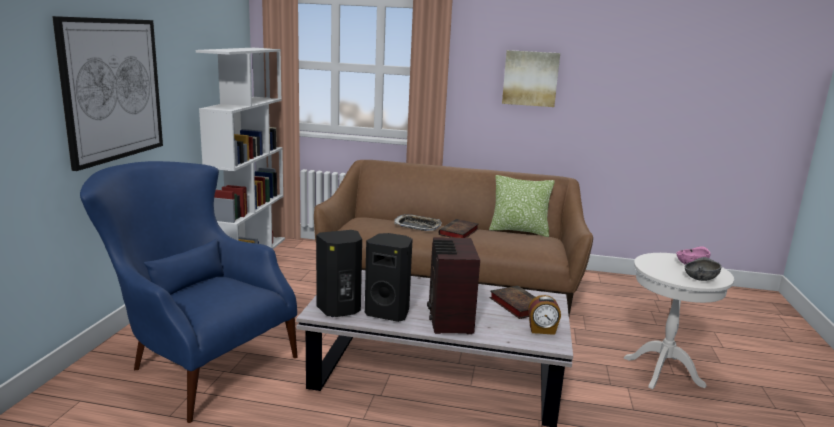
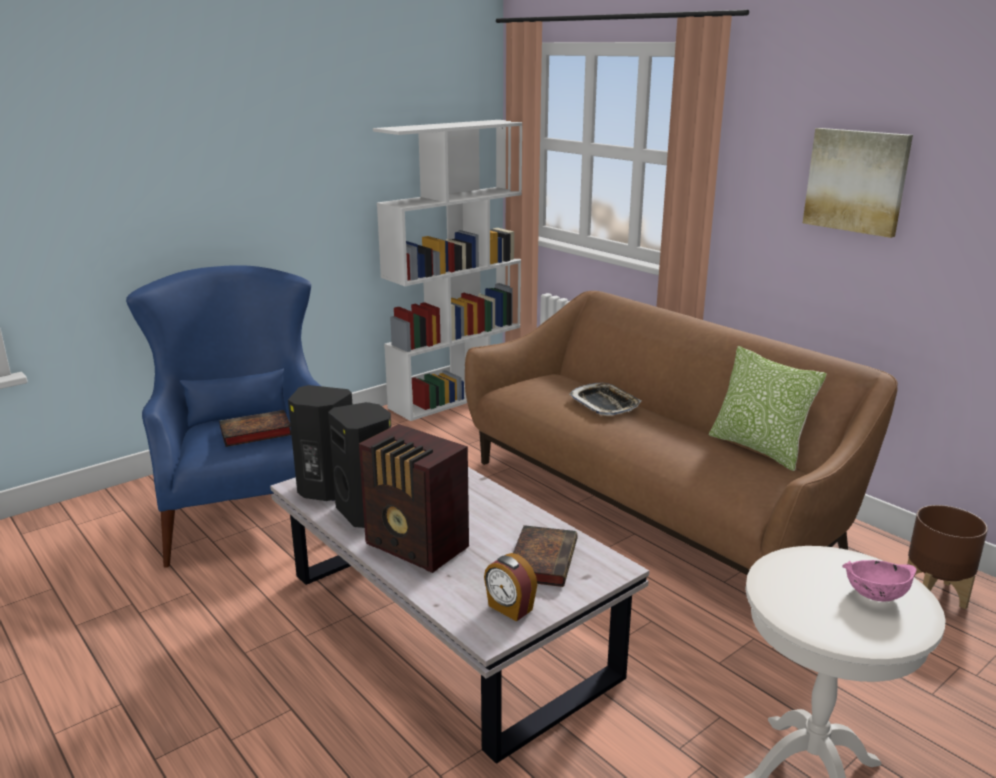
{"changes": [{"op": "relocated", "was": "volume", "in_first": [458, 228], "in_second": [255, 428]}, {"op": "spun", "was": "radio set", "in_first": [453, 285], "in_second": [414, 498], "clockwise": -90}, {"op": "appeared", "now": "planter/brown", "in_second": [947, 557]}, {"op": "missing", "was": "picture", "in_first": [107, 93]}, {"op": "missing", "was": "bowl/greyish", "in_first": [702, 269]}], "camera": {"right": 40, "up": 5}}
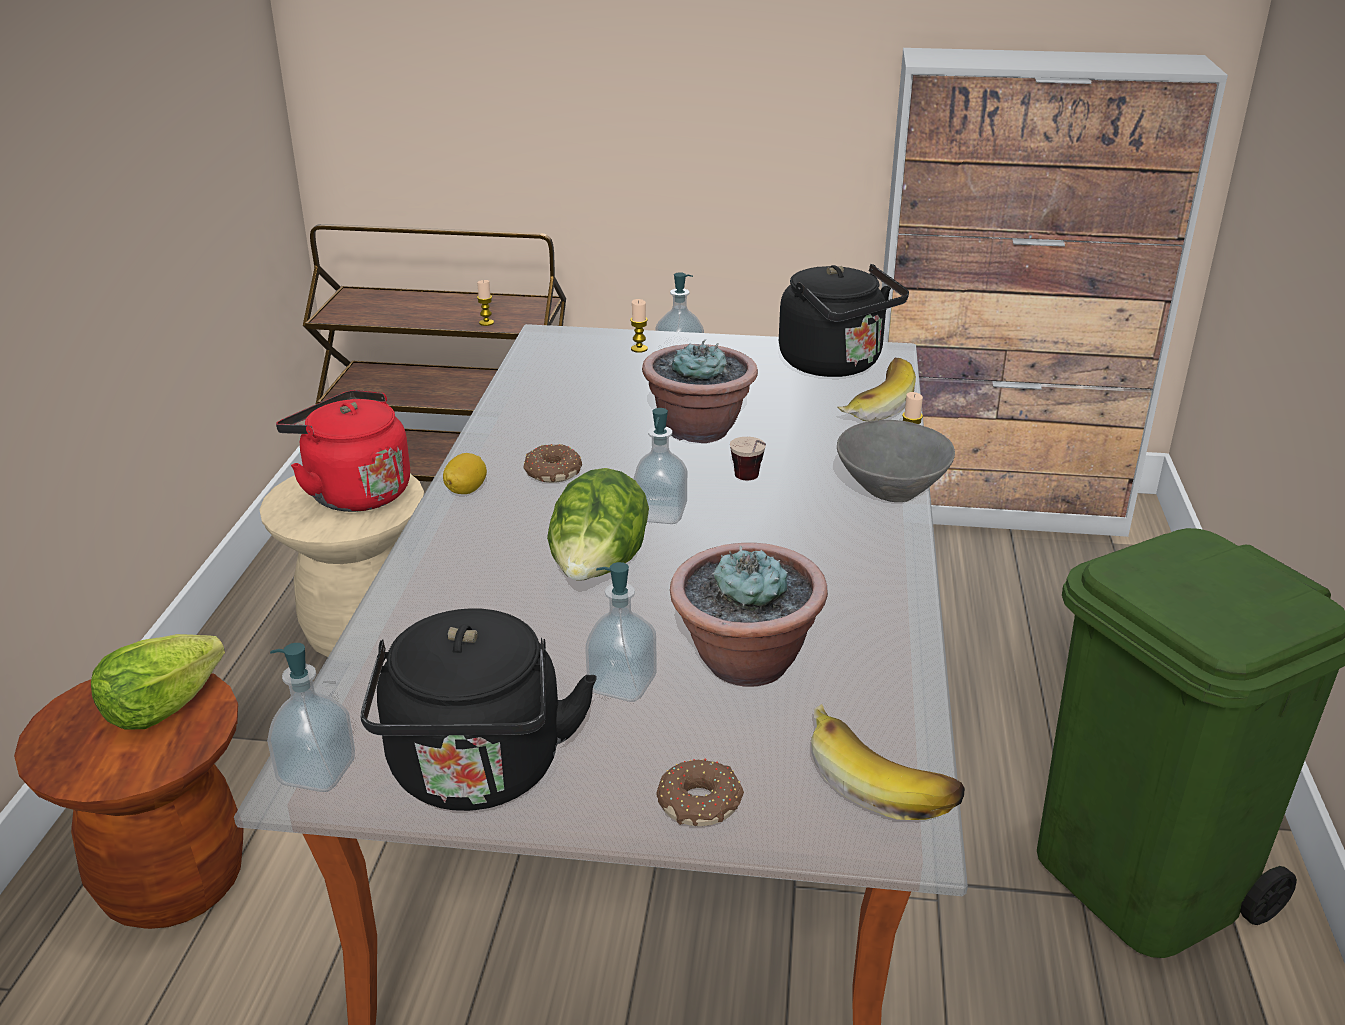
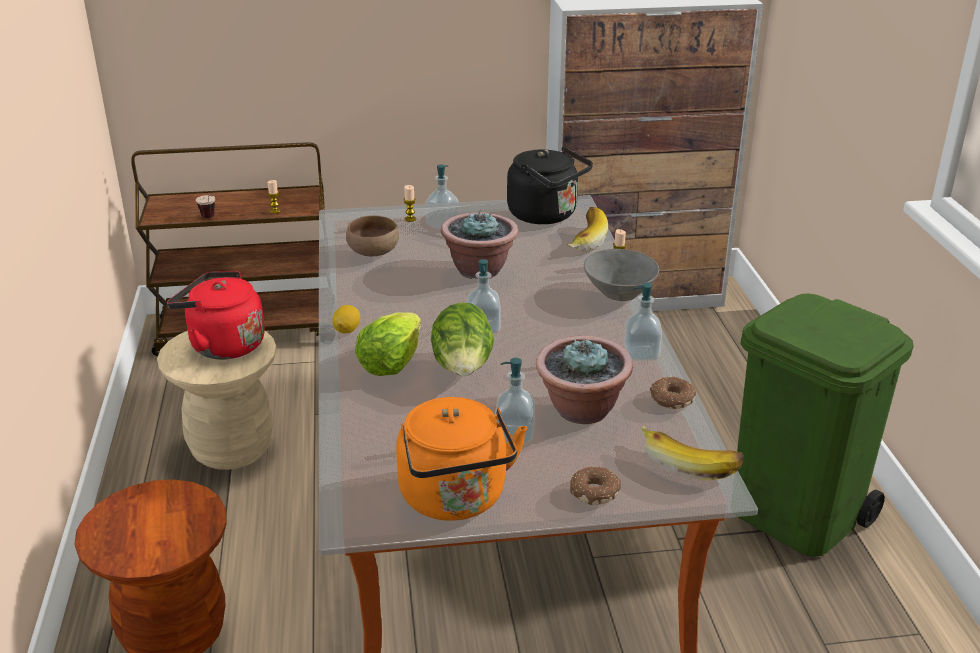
{"changes": [{"op": "relocated", "was": "drinking cup", "in_first": [748, 458], "in_second": [205, 206]}, {"op": "appeared", "now": "bowl/brown", "in_second": [372, 235]}, {"op": "relocated", "was": "lettuce head", "in_first": [158, 682], "in_second": [388, 344]}, {"op": "colour", "was": "kettle/black-coloured", "now": "kettle/orange", "in_first": [479, 709], "in_second": [461, 459]}, {"op": "relocated", "was": "soap dispenser", "in_first": [311, 717], "in_second": [643, 322]}, {"op": "relocated", "was": "donut", "in_first": [552, 463], "in_second": [673, 392]}], "camera": {"right": -15, "up": 0}}
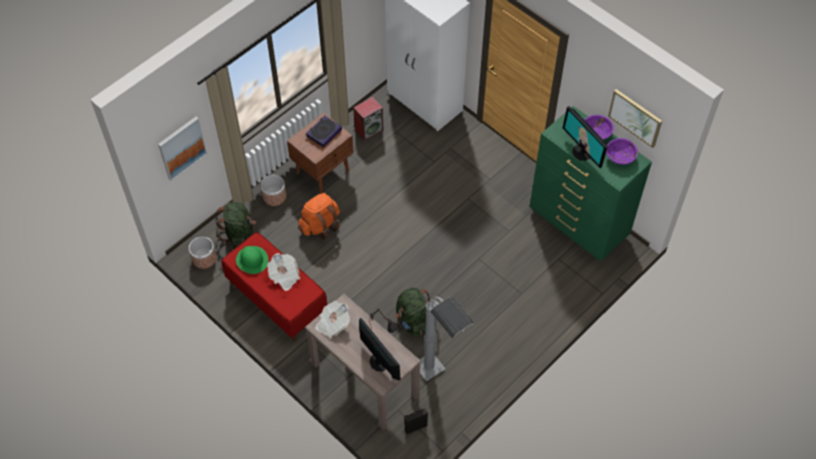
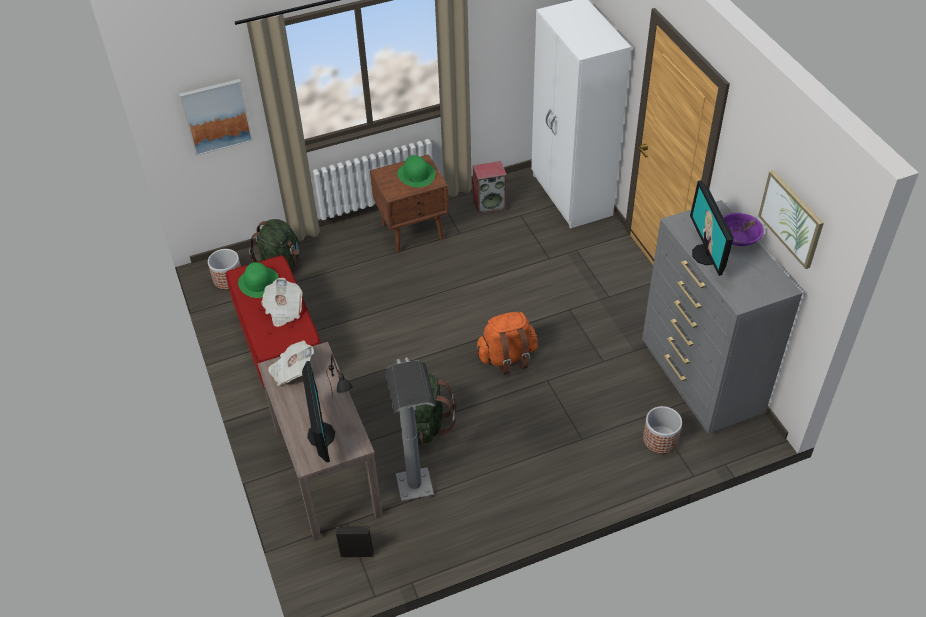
{"changes": [{"op": "exchanged", "was": "volume", "now": "hat/greenish", "in_first": [324, 132], "in_second": [416, 171]}, {"op": "relocated", "was": "backpack/orange", "in_first": [319, 216], "in_second": [507, 343]}, {"op": "colour", "was": "dresser/greenish", "now": "dresser/greyish", "in_first": [591, 183], "in_second": [722, 316]}, {"op": "relocated", "was": "planter", "in_first": [273, 190], "in_second": [662, 430]}, {"op": "missing", "was": "bowl/purple", "in_first": [622, 151]}], "camera": {"right": 25, "up": -10}}
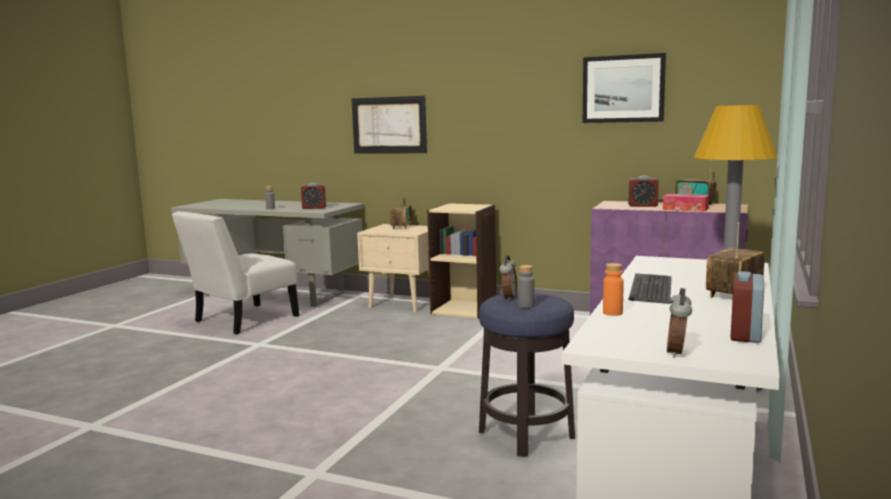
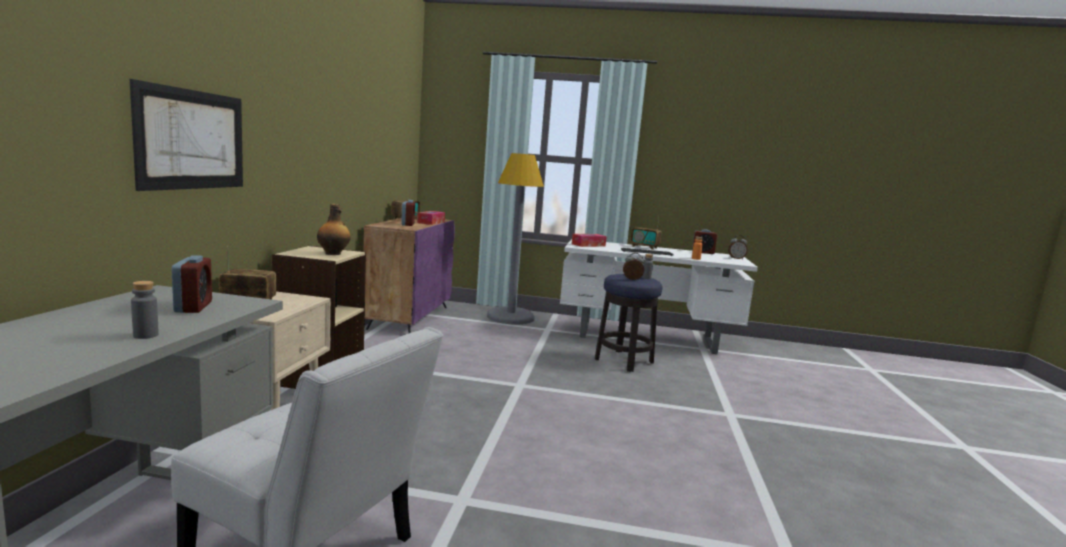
{"changes": [{"op": "appeared", "now": "beverage bottle", "in_second": [334, 229]}, {"op": "appeared", "now": "tissue holder", "in_second": [589, 240]}, {"op": "missing", "was": "picture", "in_first": [624, 88]}], "camera": {"right": -105, "up": 0}}
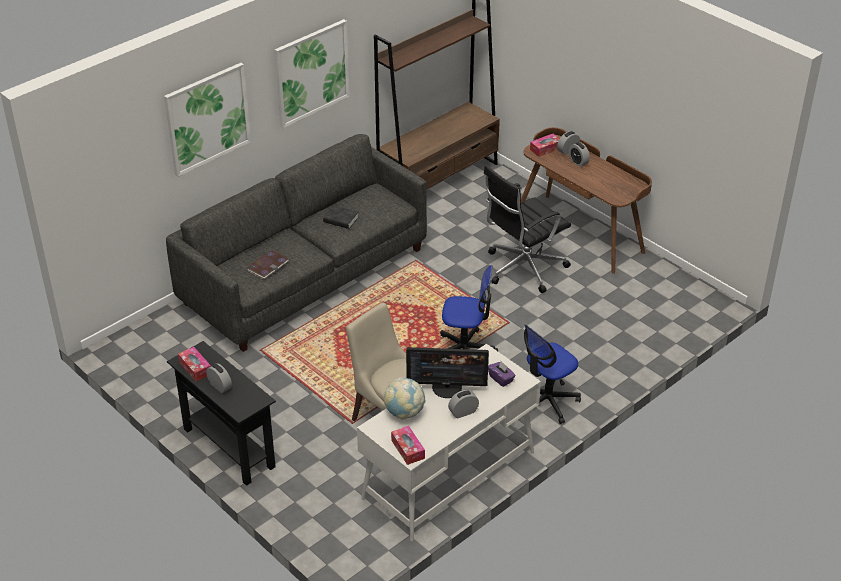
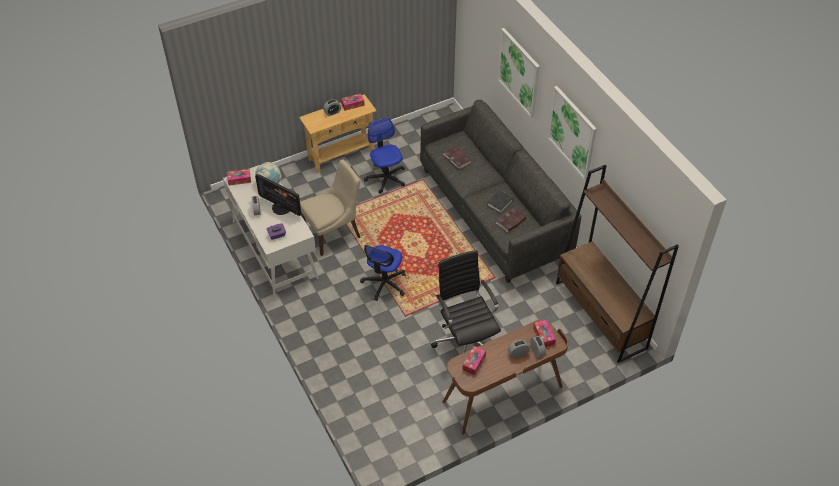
{"changes": [{"op": "spun", "was": "computer display", "in_first": [447, 372], "in_second": [278, 195], "clockwise": -75}, {"op": "colour", "was": "narrow table/black-coloured", "now": "narrow table/sand-coloured", "in_first": [221, 413], "in_second": [338, 133]}, {"op": "relocated", "was": "computer chair", "in_first": [552, 374], "in_second": [384, 155]}, {"op": "appeared", "now": "tissue holder", "in_second": [474, 360]}, {"op": "appeared", "now": "volume", "in_second": [511, 220]}], "camera": {"right": 105, "up": 10}}
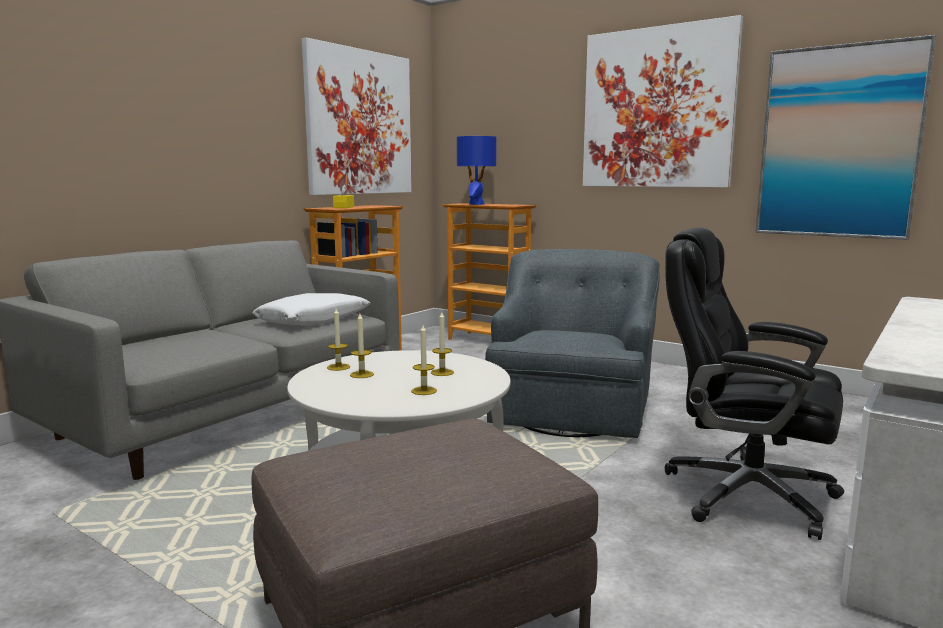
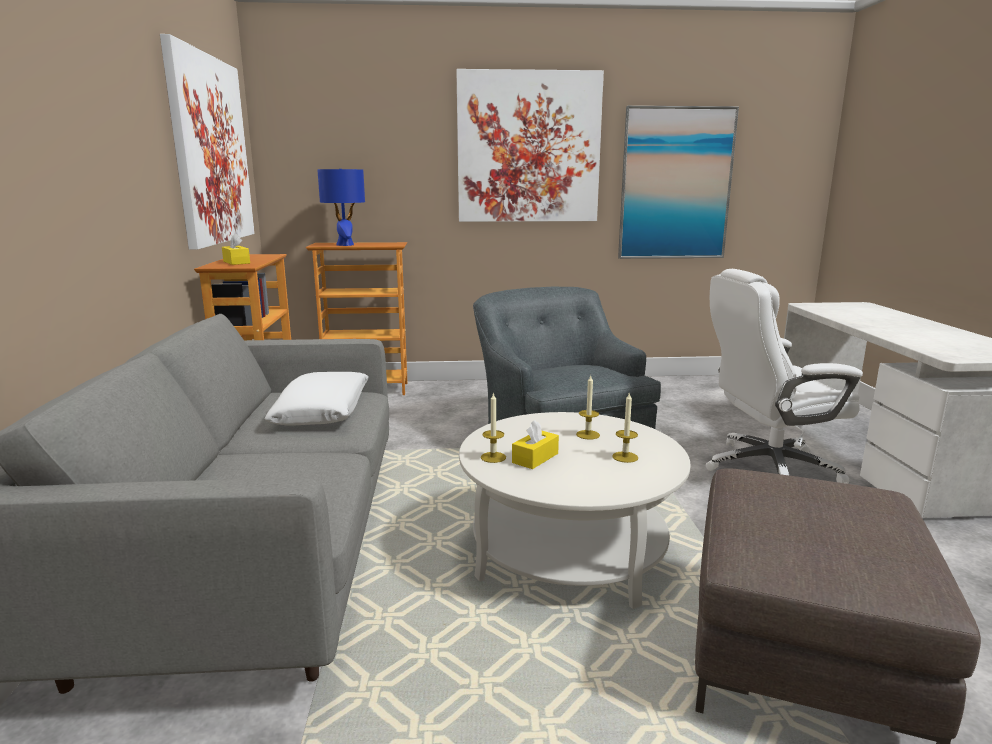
{"changes": [{"op": "exchanged", "was": "wax light", "now": "tissue holder/yellowish", "in_first": [362, 346], "in_second": [535, 444]}, {"op": "colour", "was": "computer chair/black-coloured", "now": "computer chair/white-coloured", "in_first": [754, 384], "in_second": [784, 376]}], "camera": {"right": -40, "up": 5}}
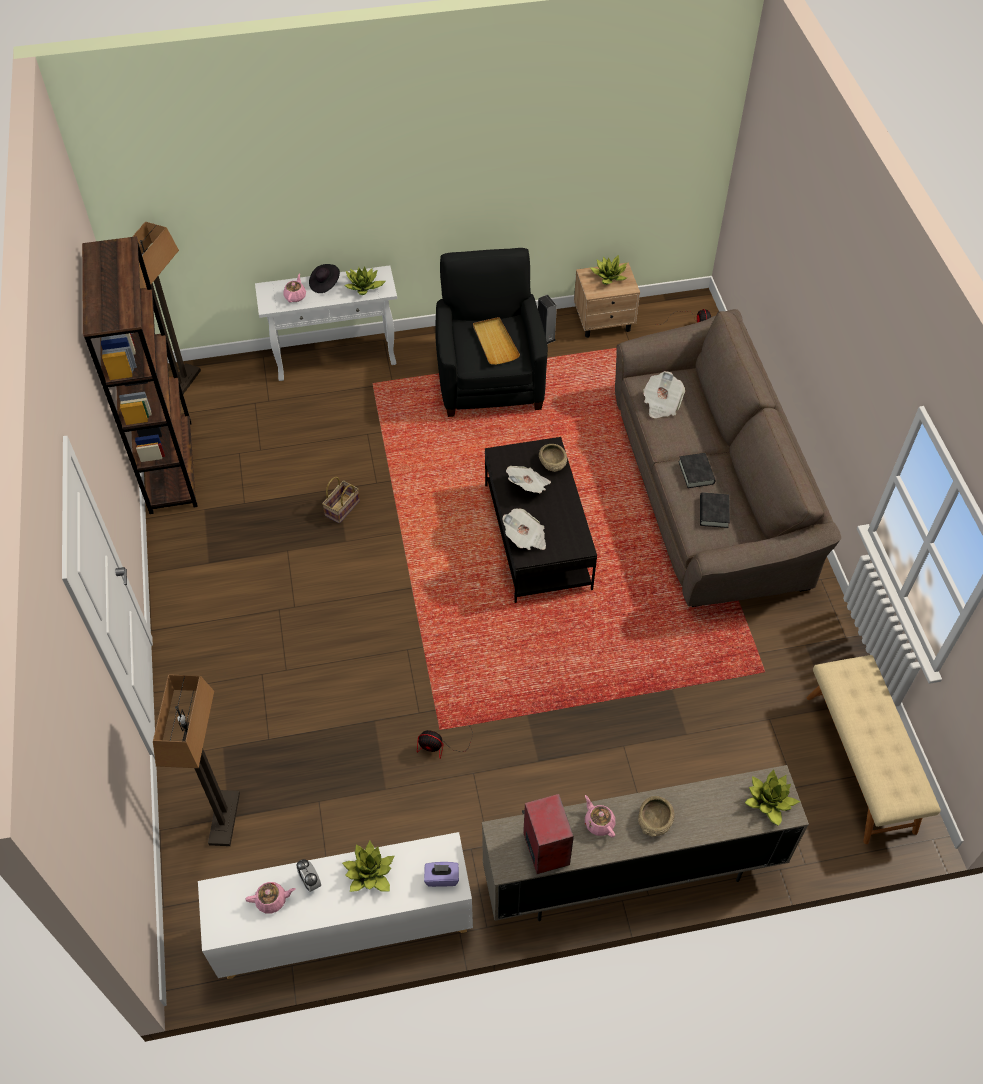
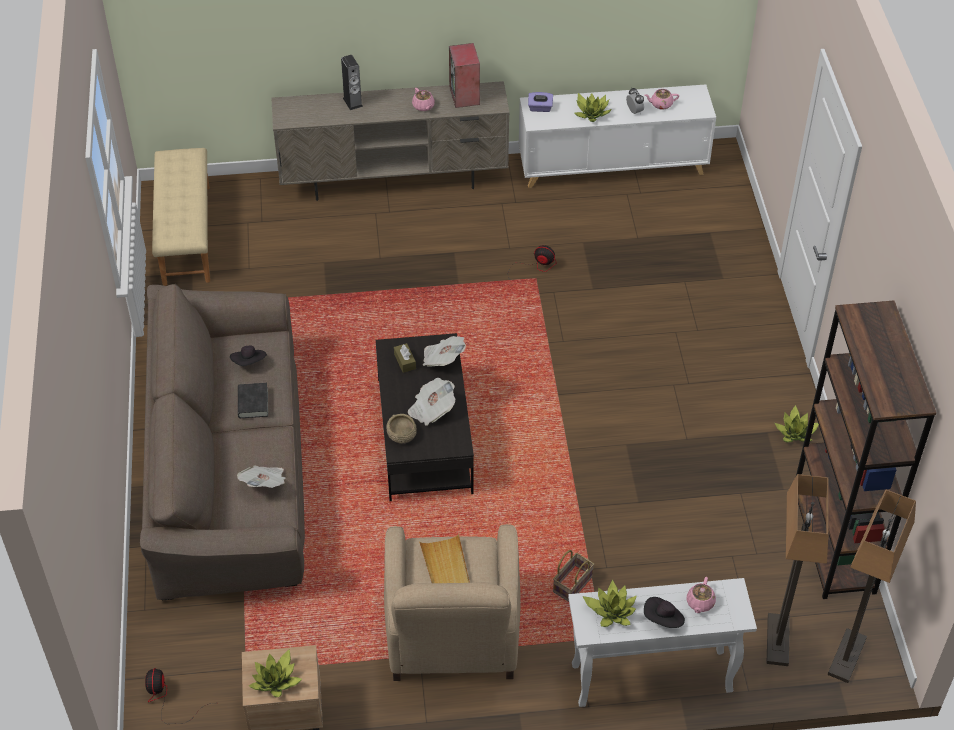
{"changes": [{"op": "exchanged", "was": "volume/black-coloured", "now": "hat/black-coloured", "in_first": [715, 510], "in_second": [248, 355]}, {"op": "relocated", "was": "loudspeaker", "in_first": [547, 319], "in_second": [352, 82]}, {"op": "colour", "was": "lounge chair/black-coloured", "now": "lounge chair/sand-coloured", "in_first": [491, 332], "in_second": [452, 602]}, {"op": "appeared", "now": "tissue holder/brown", "in_second": [405, 358]}, {"op": "relocated", "was": "storage basket", "in_first": [341, 500], "in_second": [573, 576]}, {"op": "relocated", "was": "floor lamp", "in_first": [196, 760], "in_second": [797, 570]}, {"op": "relocated", "was": "potted plant", "in_first": [773, 797], "in_second": [797, 423]}, {"op": "missing", "was": "bowl/sand-coloured", "in_first": [656, 816]}], "camera": {"right": -175, "up": -5}}
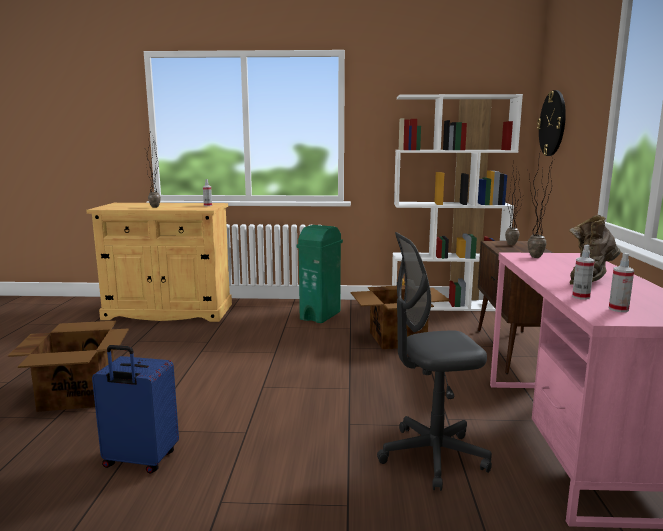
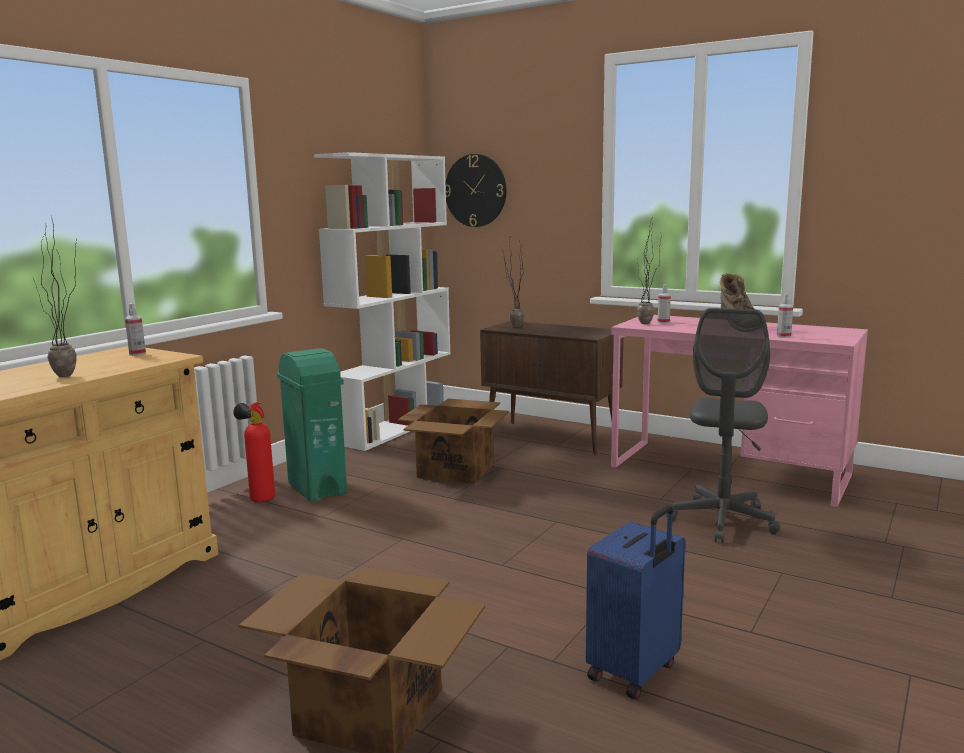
{"changes": [{"op": "appeared", "now": "extinguisher", "in_second": [254, 452]}, {"op": "relocated", "was": "sprayer", "in_first": [621, 282], "in_second": [664, 304]}], "camera": {"right": -60, "up": 0}}
